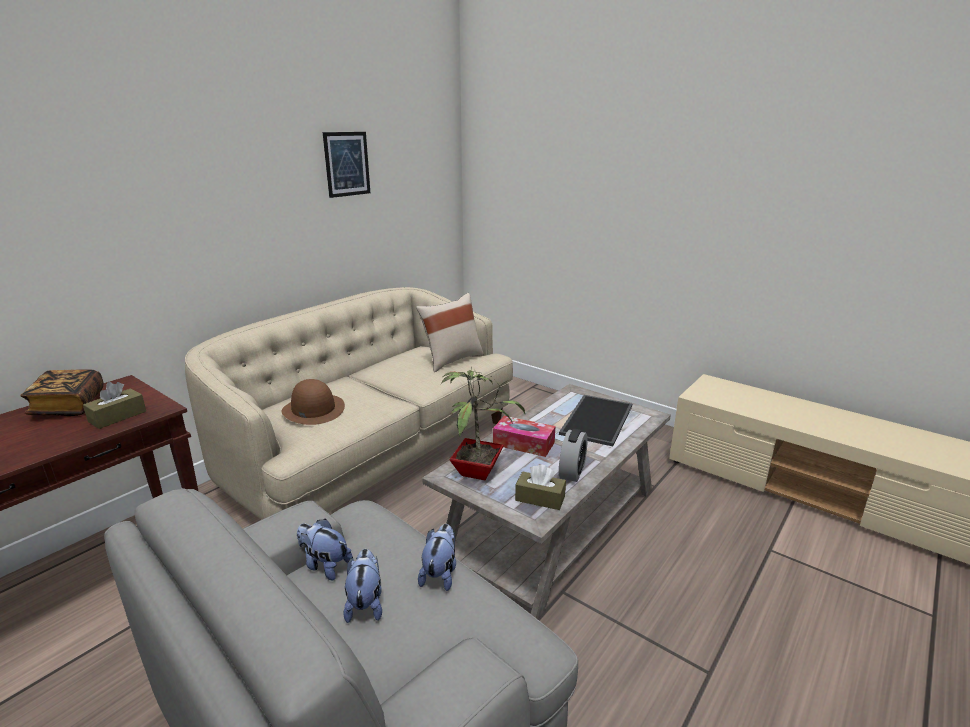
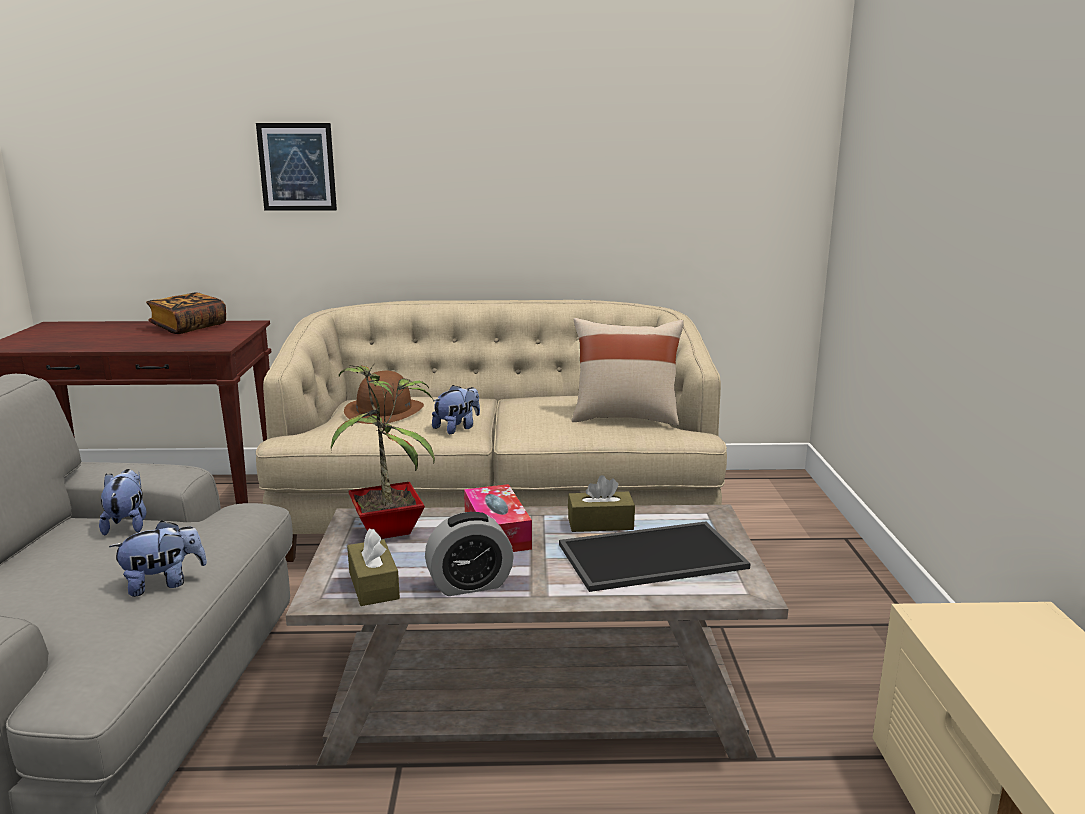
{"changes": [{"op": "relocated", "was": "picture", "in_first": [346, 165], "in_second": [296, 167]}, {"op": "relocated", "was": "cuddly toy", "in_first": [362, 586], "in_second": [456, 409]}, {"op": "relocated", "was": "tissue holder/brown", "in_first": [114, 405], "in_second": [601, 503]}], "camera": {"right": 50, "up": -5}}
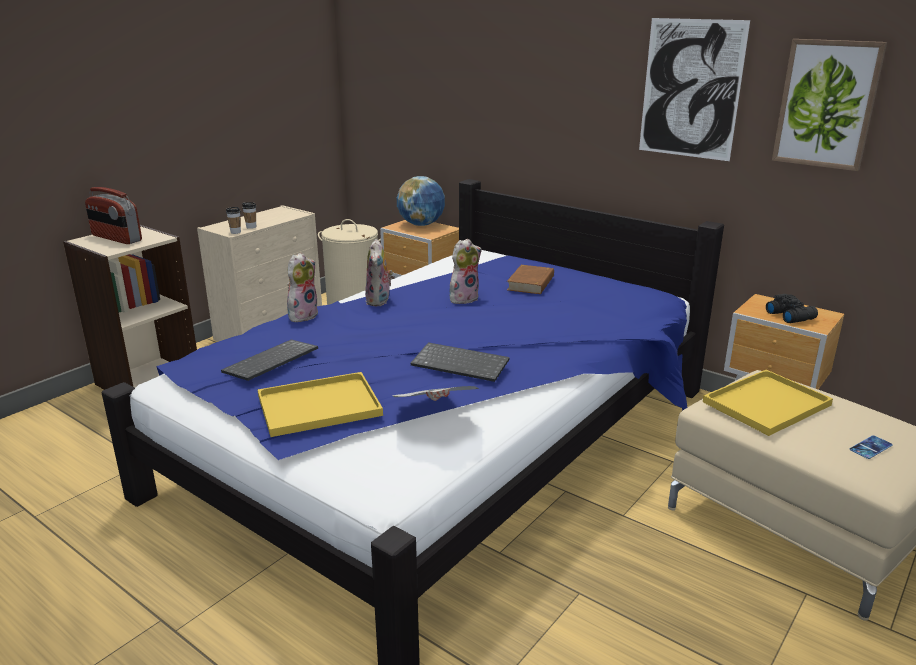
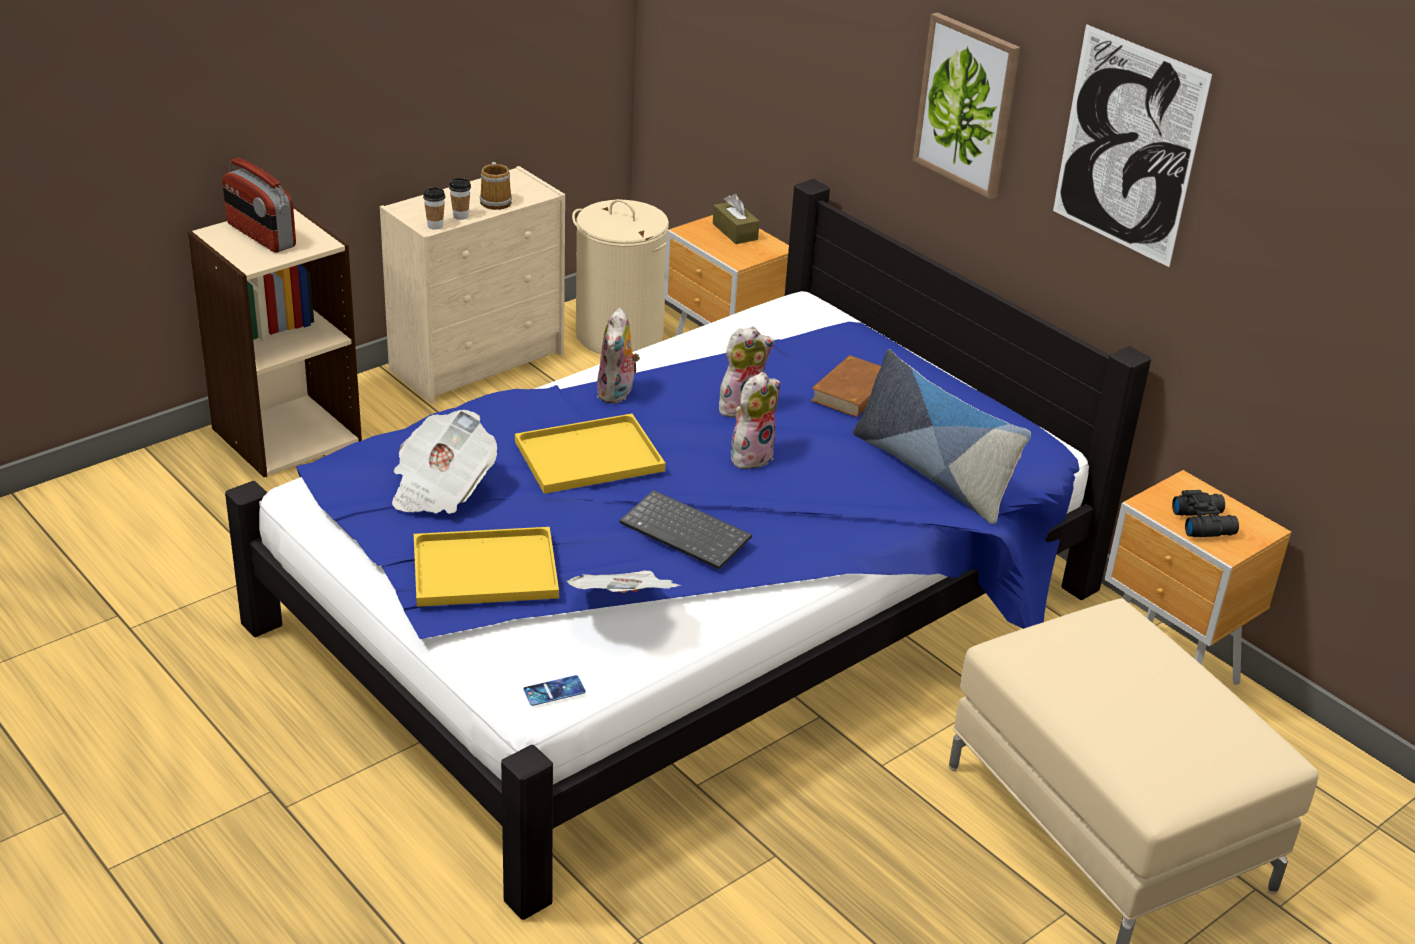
{"changes": [{"op": "exchanged", "was": "PC keyboard", "now": "printed paper", "in_first": [269, 360], "in_second": [444, 462]}, {"op": "appeared", "now": "mug", "in_second": [496, 186]}, {"op": "relocated", "was": "carrying tray/yellowish", "in_first": [768, 403], "in_second": [590, 454]}, {"op": "relocated", "was": "handset", "in_first": [871, 447], "in_second": [554, 690]}, {"op": "exchanged", "was": "desk globe", "now": "tissue holder/brown", "in_first": [421, 201], "in_second": [736, 219]}, {"op": "relocated", "was": "cuddly toy", "in_first": [302, 287], "in_second": [755, 420]}, {"op": "appeared", "now": "throw pillow", "in_second": [942, 436]}, {"op": "relocated", "was": "picture", "in_first": [829, 105], "in_second": [966, 105]}], "camera": {"right": 10, "up": 10}}
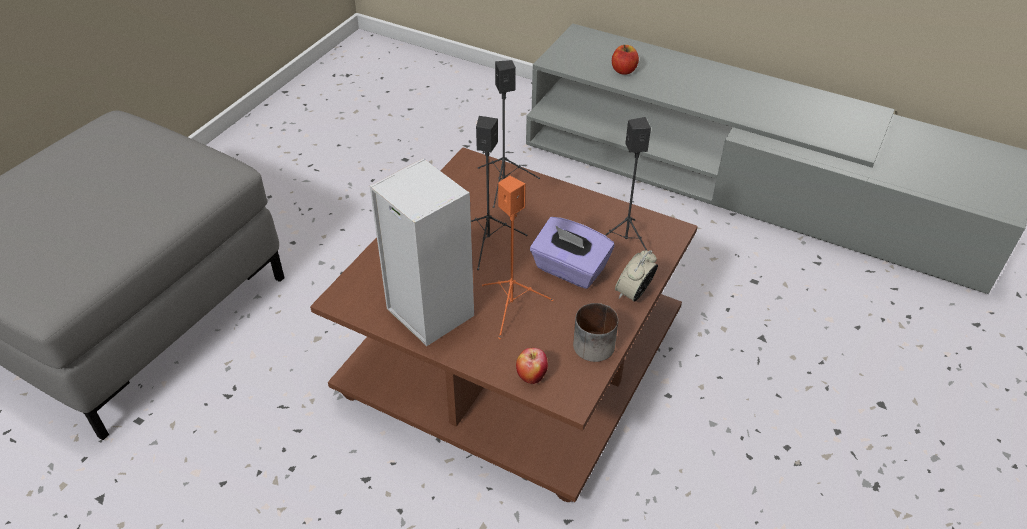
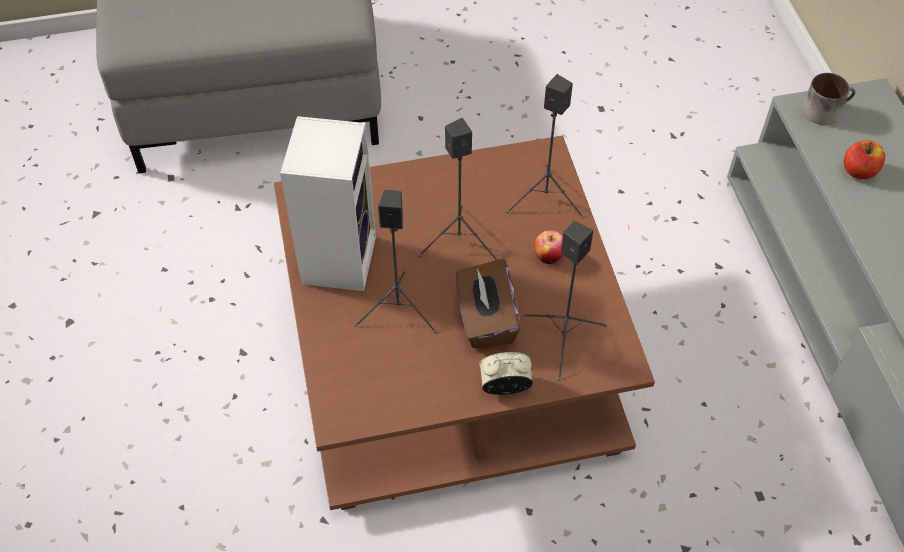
{"changes": [{"op": "colour", "was": "loudspeaker/orange", "now": "loudspeaker/black-coloured", "in_first": [518, 257], "in_second": [395, 262]}, {"op": "colour", "was": "tissue holder/purple", "now": "tissue holder/brown", "in_first": [572, 253], "in_second": [488, 303]}, {"op": "relocated", "was": "apple", "in_first": [532, 366], "in_second": [548, 247]}, {"op": "relocated", "was": "mug", "in_first": [595, 332], "in_second": [828, 99]}], "camera": {"right": 50, "up": 10}}
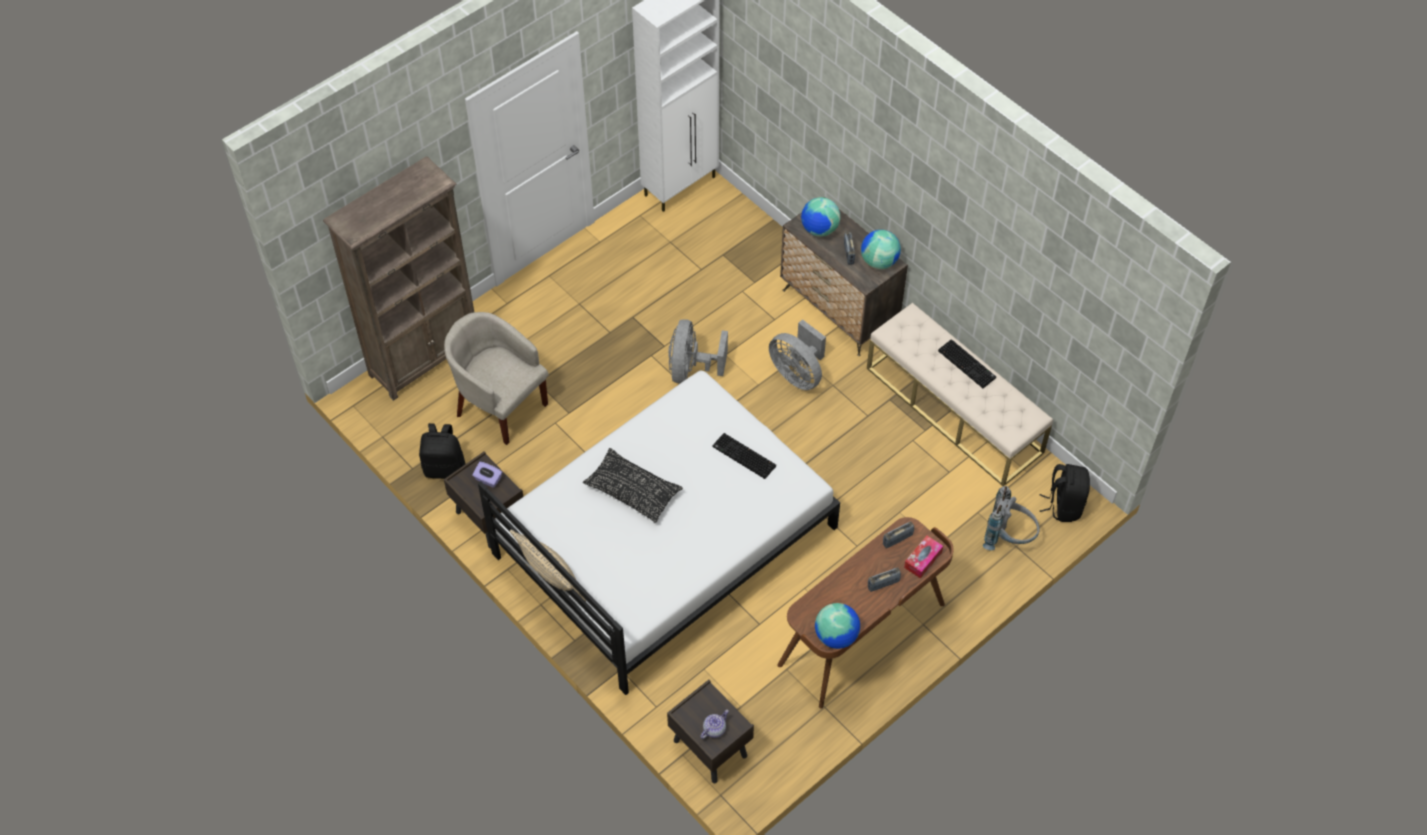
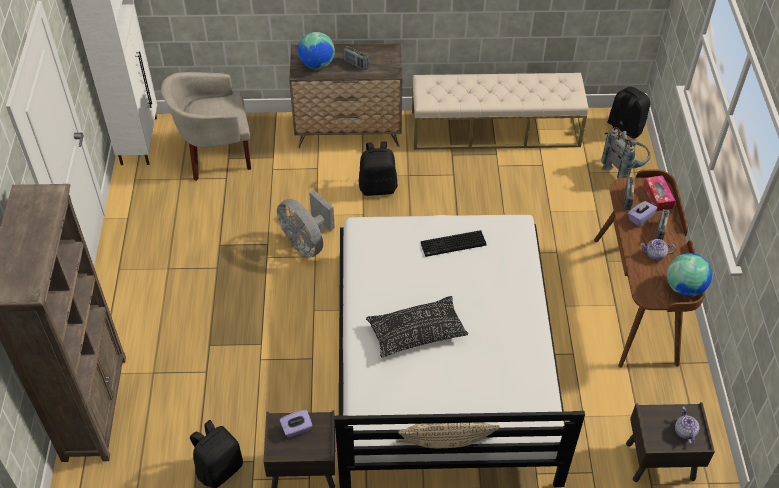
{"changes": [{"op": "relocated", "was": "lounge chair/sand-coloured", "in_first": [496, 378], "in_second": [206, 126]}, {"op": "exchanged", "was": "electric fan/greyish", "now": "backpack/black-coloured", "in_first": [797, 354], "in_second": [378, 169]}, {"op": "appeared", "now": "tissue holder/purple", "in_second": [642, 214]}, {"op": "appeared", "now": "pot for tea", "in_second": [658, 250]}, {"op": "missing", "was": "desk globe", "in_first": [881, 249]}, {"op": "missing", "was": "PC keyboard", "in_first": [967, 363]}], "camera": {"right": -50, "up": -5}}
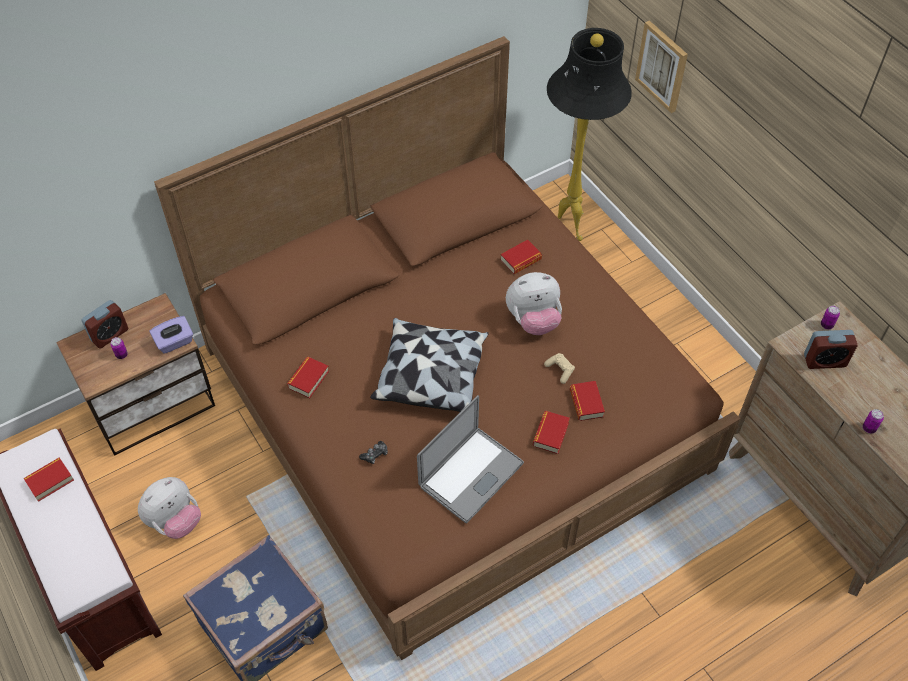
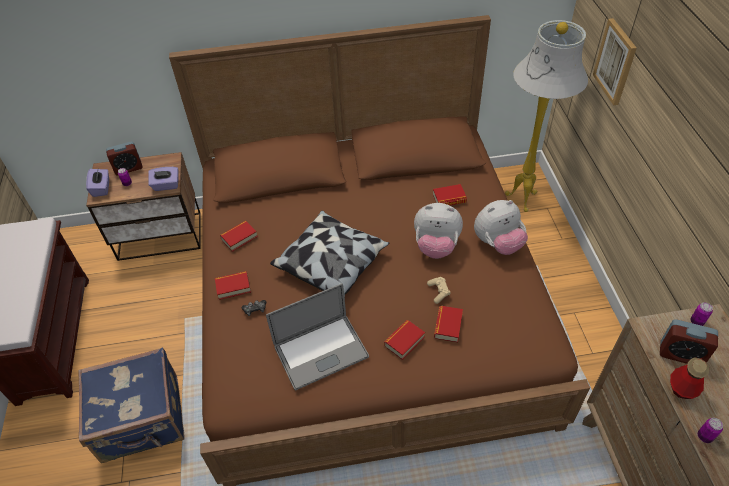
{"changes": [{"op": "appeared", "now": "tissue holder/purple", "in_second": [97, 183]}, {"op": "relocated", "was": "volume", "in_first": [48, 479], "in_second": [233, 285]}, {"op": "relocated", "was": "cuddly toy", "in_first": [169, 508], "in_second": [501, 227]}, {"op": "colour", "was": "floor lamp/black-coloured", "now": "floor lamp/white-coloured", "in_first": [589, 134], "in_second": [546, 116]}, {"op": "appeared", "now": "beverage bottle", "in_second": [689, 378]}], "camera": {"right": 25, "up": -5}}
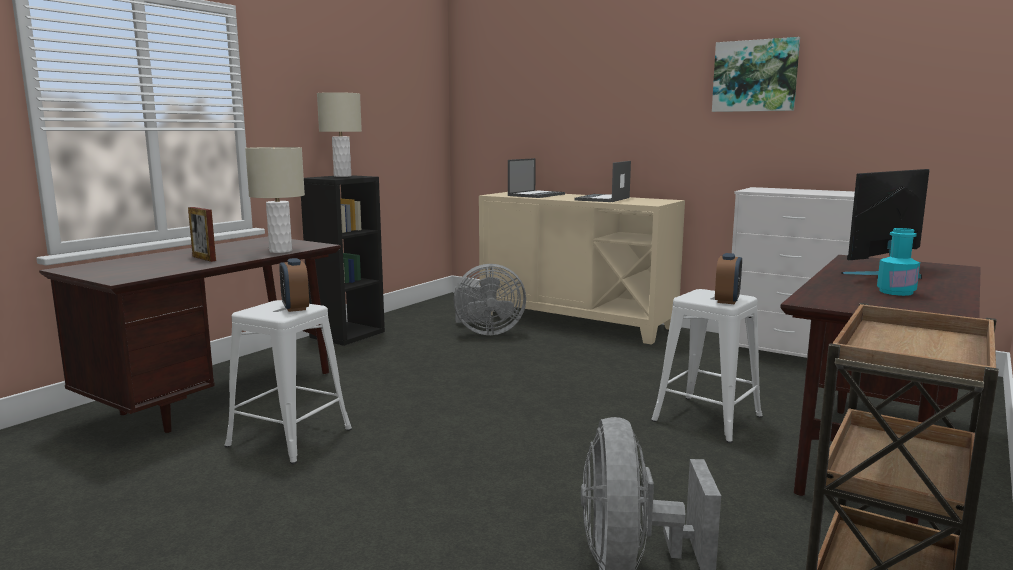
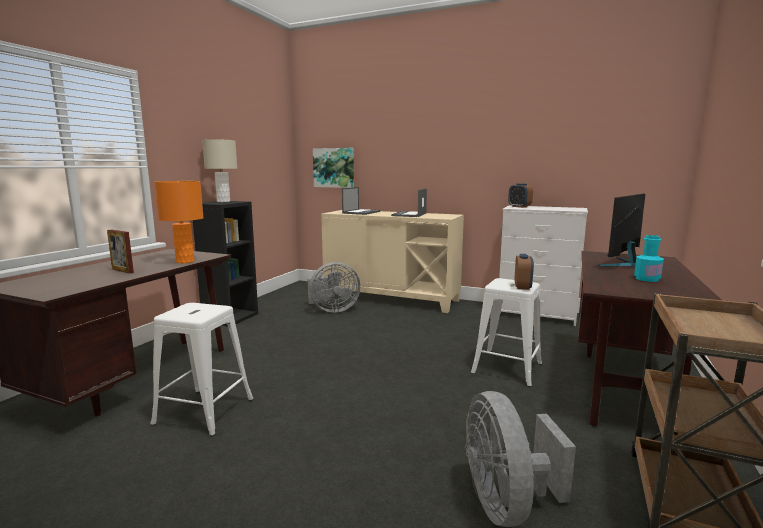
{"changes": [{"op": "colour", "was": "tabletop lamp/sand-coloured", "now": "tabletop lamp/orange", "in_first": [275, 200], "in_second": [179, 222]}, {"op": "relocated", "was": "picture", "in_first": [756, 74], "in_second": [333, 168]}, {"op": "relocated", "was": "alarm clock", "in_first": [294, 285], "in_second": [520, 195]}], "camera": {"right": -10, "up": 0}}
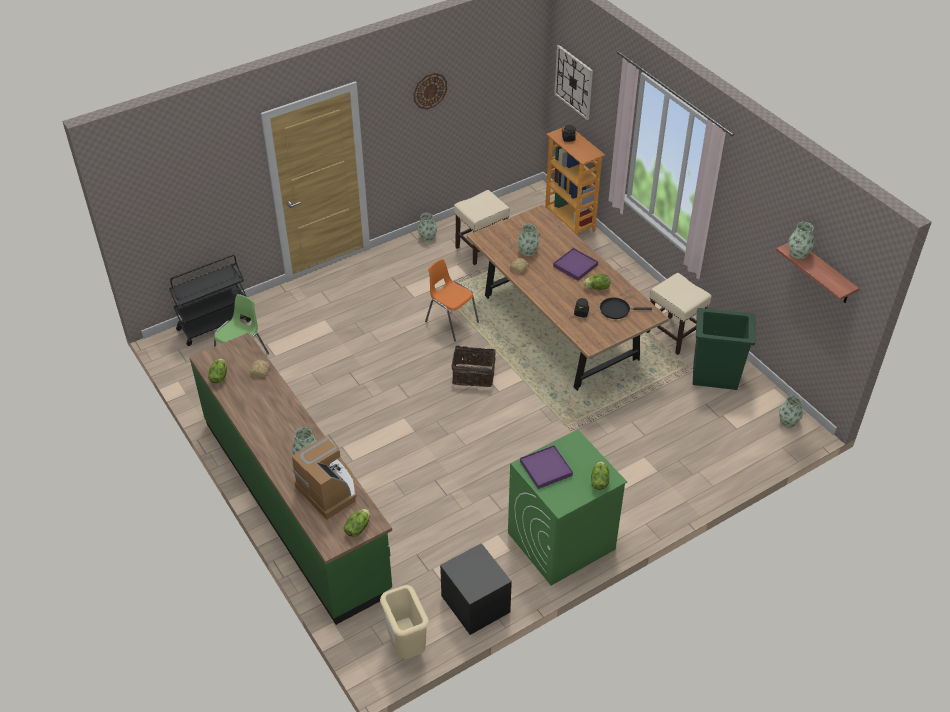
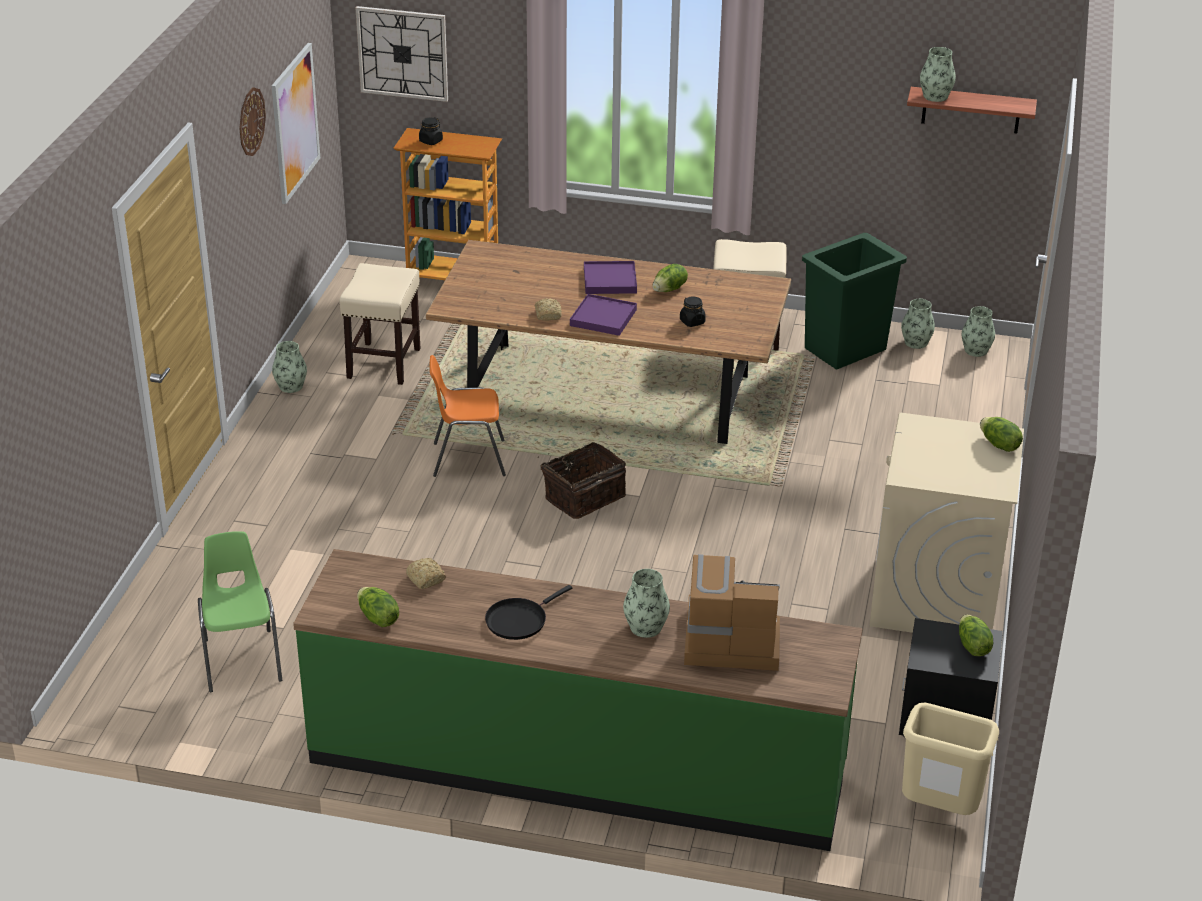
{"changes": [{"op": "appeared", "now": "picture", "in_second": [296, 123]}, {"op": "relocated", "was": "frying pan/black-coloured", "in_first": [626, 308], "in_second": [528, 612]}, {"op": "relocated", "was": "carrying tray/purple", "in_first": [546, 467], "in_second": [603, 315]}, {"op": "colour", "was": "laundry appliance/greenish", "now": "laundry appliance/sand-coloured", "in_first": [567, 508], "in_second": [947, 523]}, {"op": "relocated", "was": "flower vase", "in_first": [528, 240], "in_second": [918, 324]}, {"op": "relocated", "was": "lettuce head", "in_first": [357, 523], "in_second": [976, 635]}, {"op": "missing", "was": "wheeled cart/black-coloured", "in_first": [210, 300]}], "camera": {"right": -45, "up": -10}}
